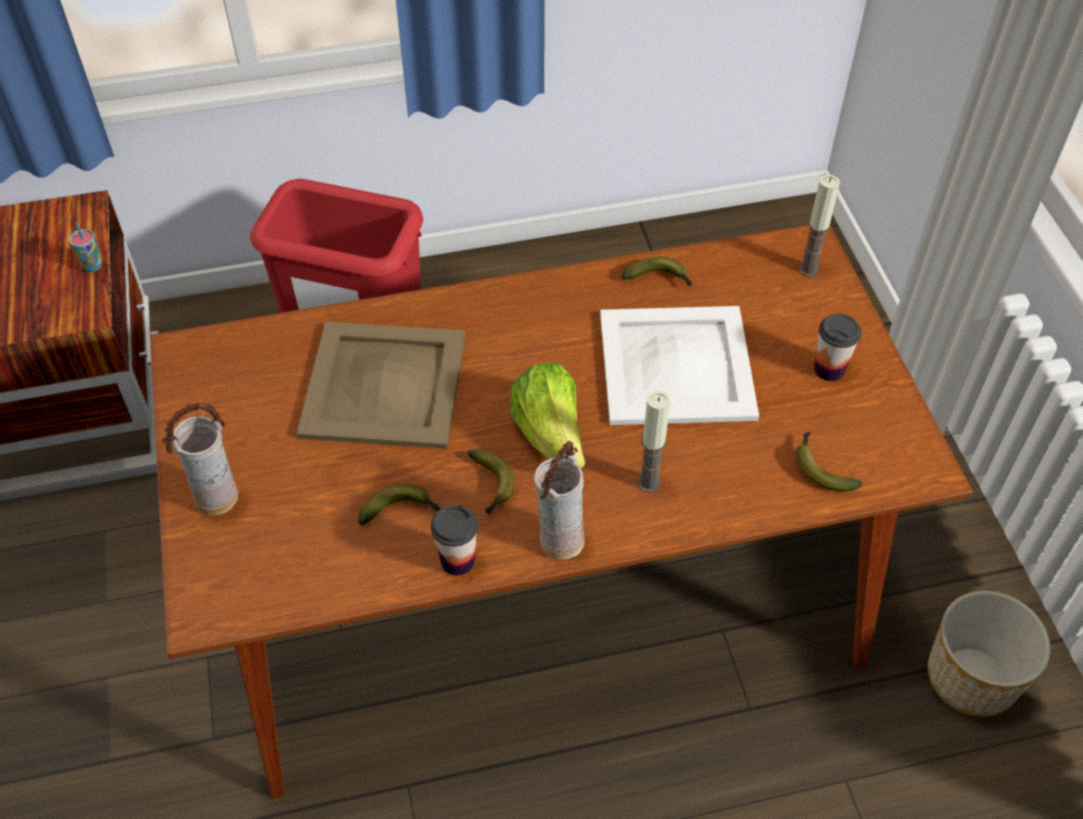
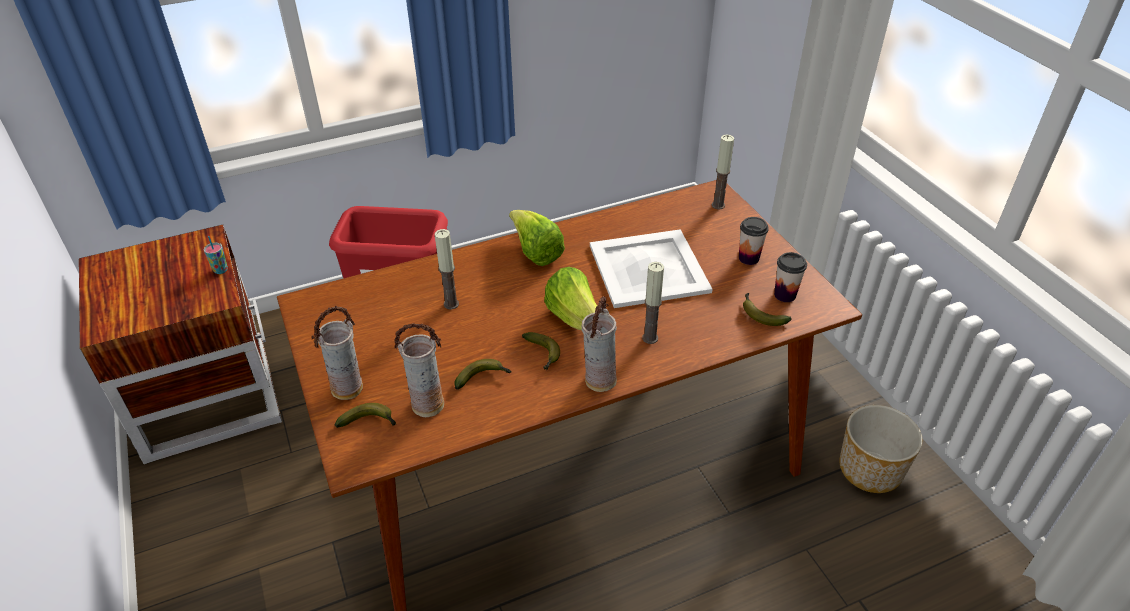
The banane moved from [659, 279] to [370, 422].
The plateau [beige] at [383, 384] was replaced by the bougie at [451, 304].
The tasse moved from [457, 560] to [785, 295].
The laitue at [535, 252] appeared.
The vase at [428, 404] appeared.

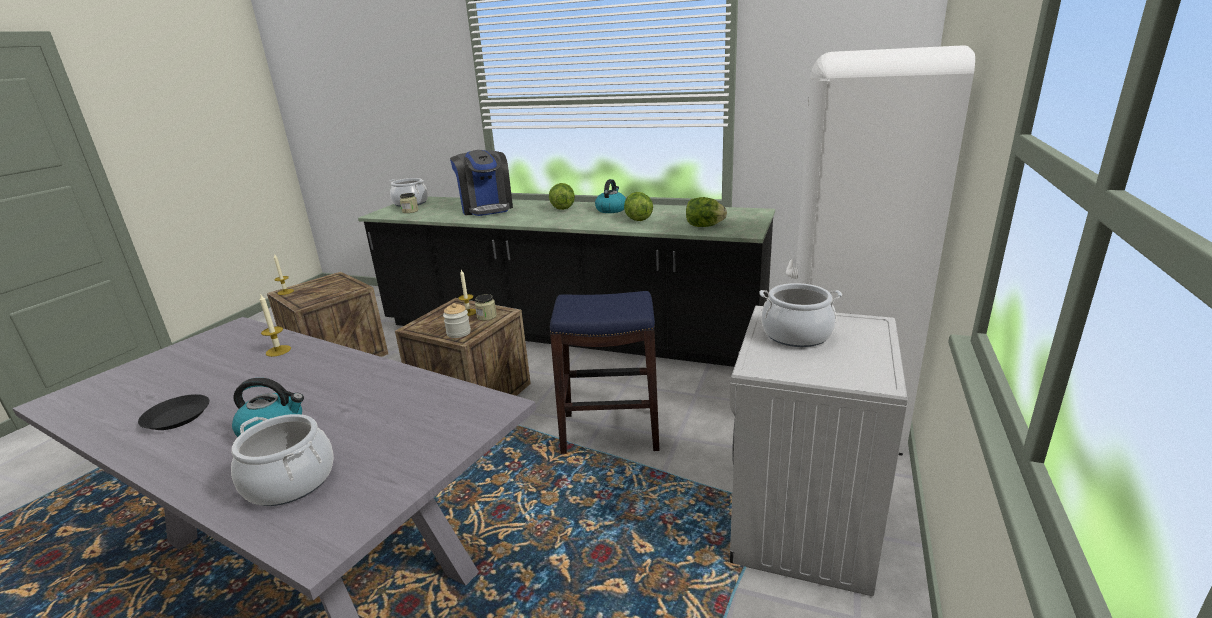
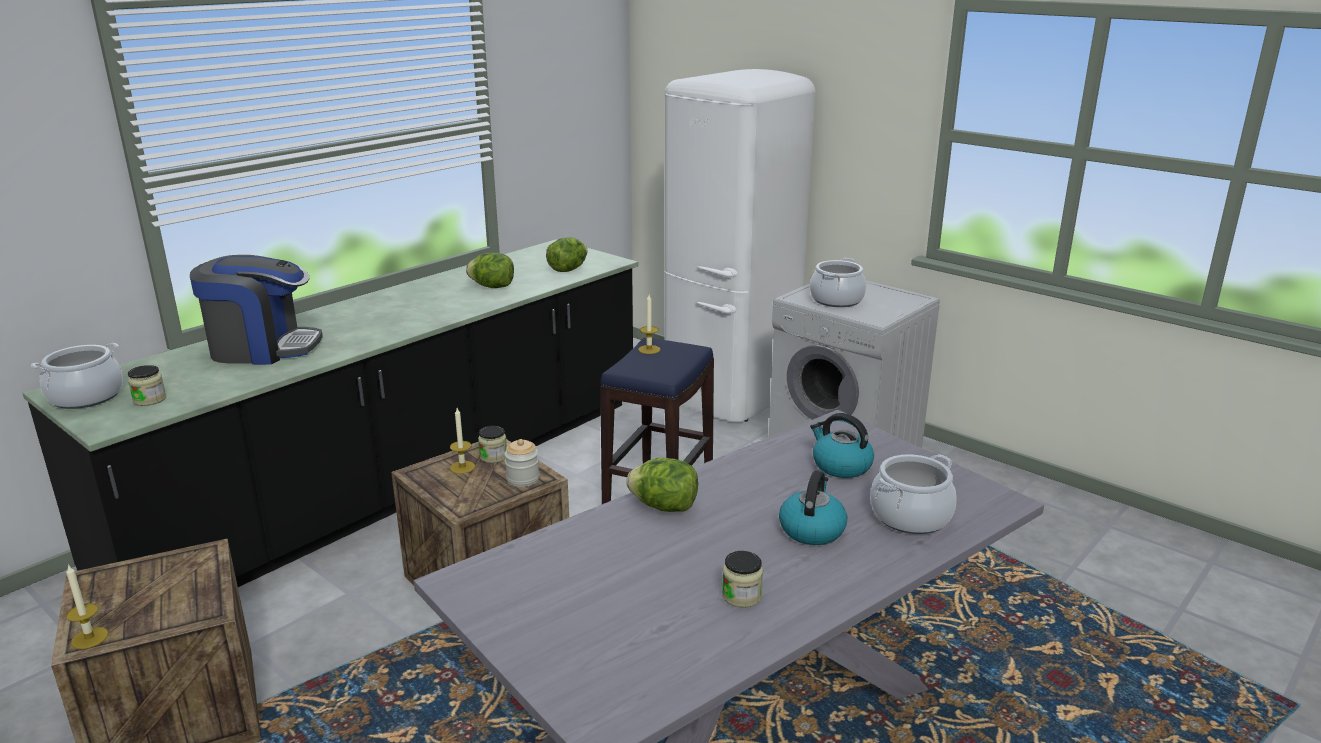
The bouilloire moved from [611, 209] to [840, 466].
The laitue moved from [562, 208] to [664, 507].
The bougie moved from [278, 351] to [649, 349].
The assiette [noir] at [177, 417] was replaced by the bocal at [741, 596].

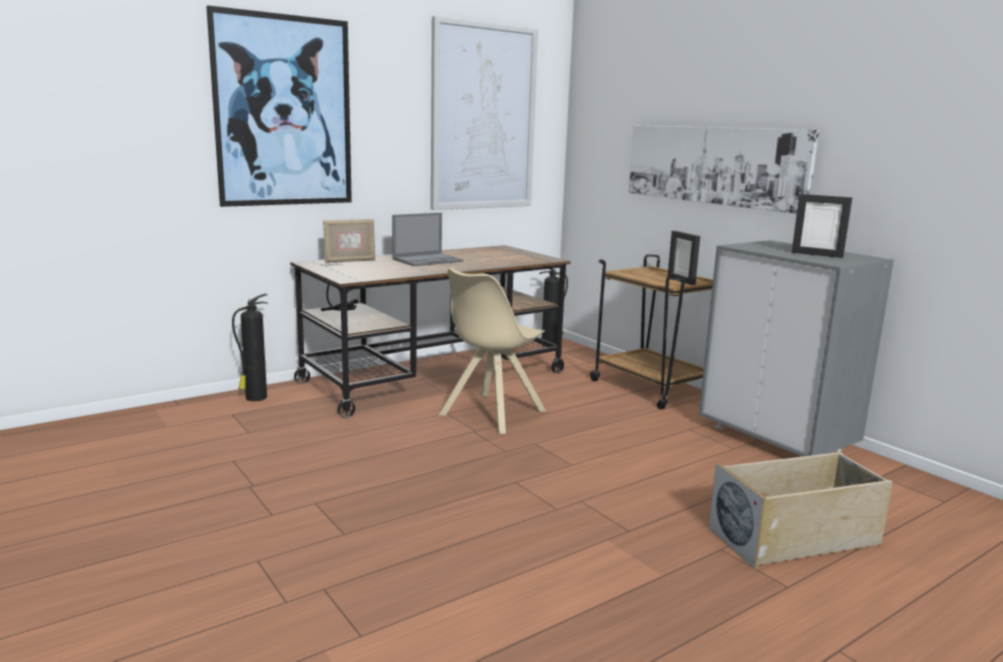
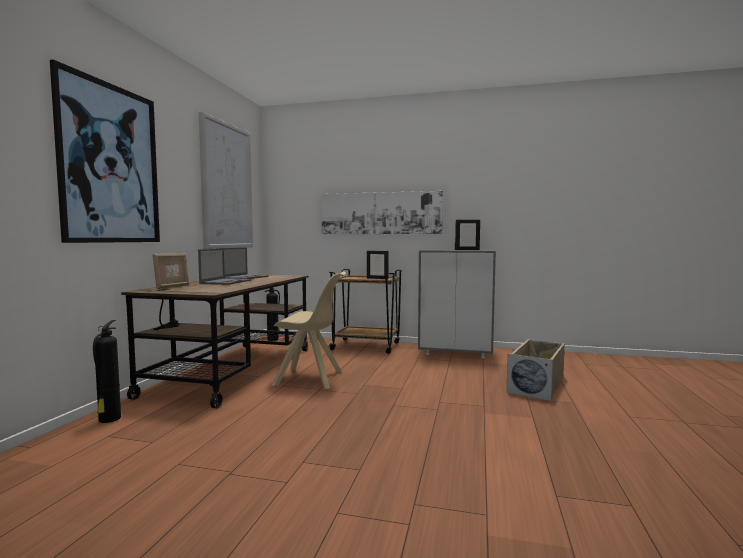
The chaise [beige] at [490, 413] turned 75 degrees counterclockwise.
The ordinateur portable at [245, 277] appeared.

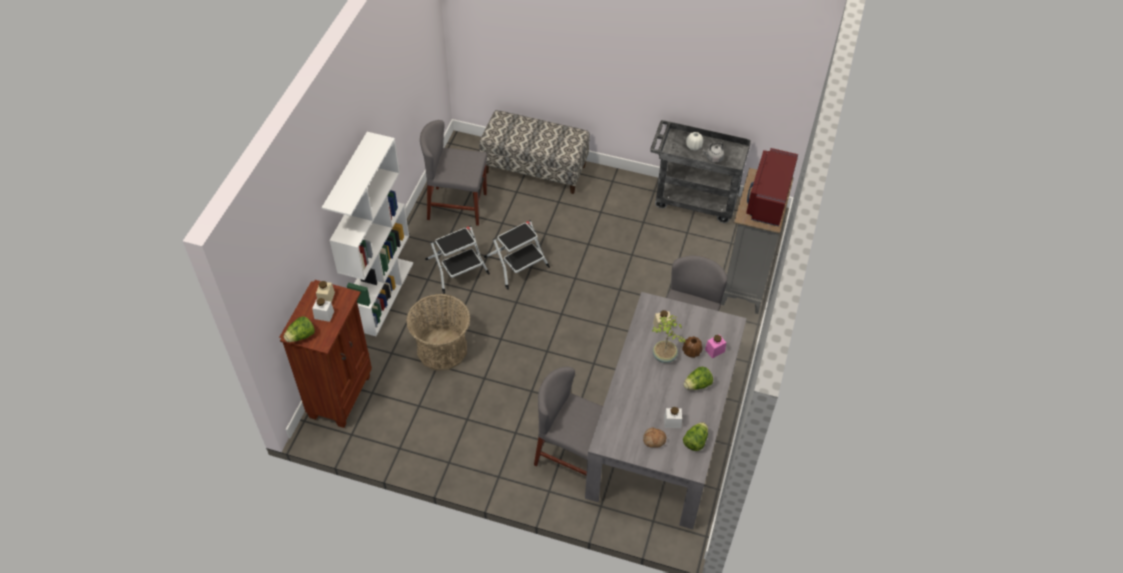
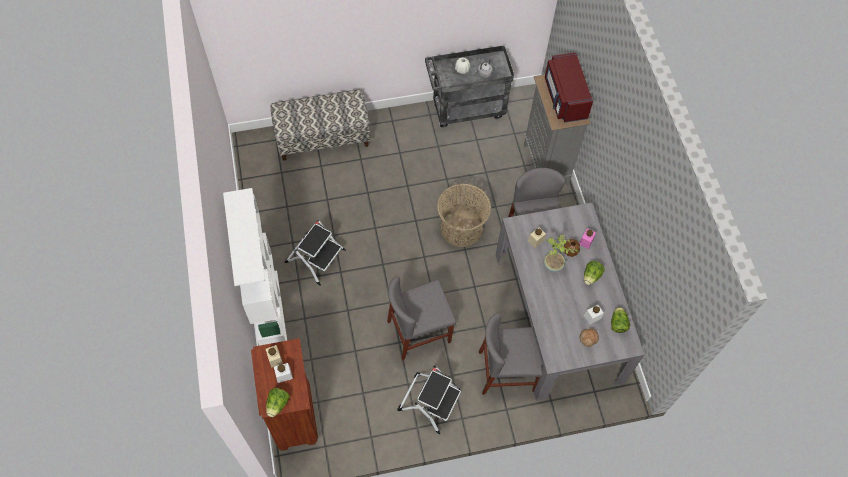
The chaise [gris] moved from [457, 206] to [419, 331].
The escabeau moved from [516, 263] to [430, 402].
The panier moved from [442, 349] to [461, 228].

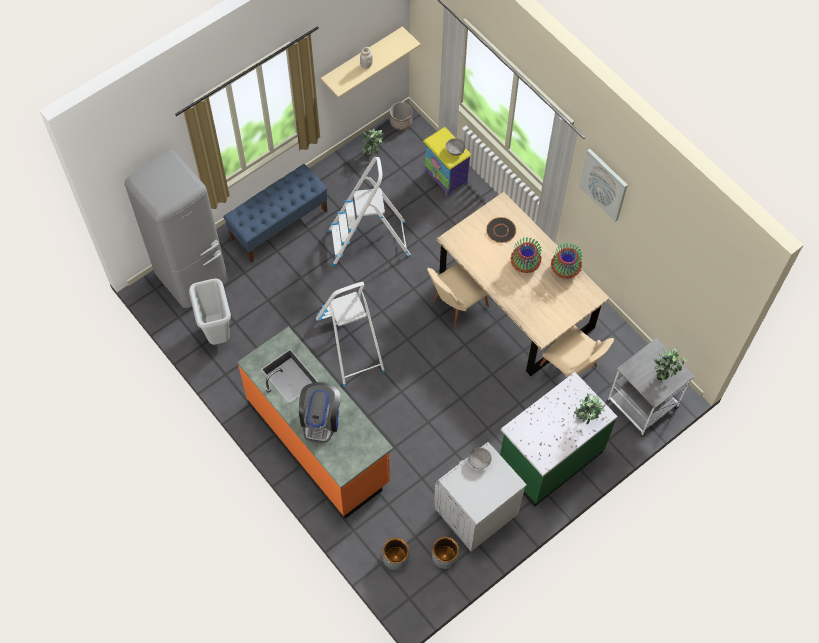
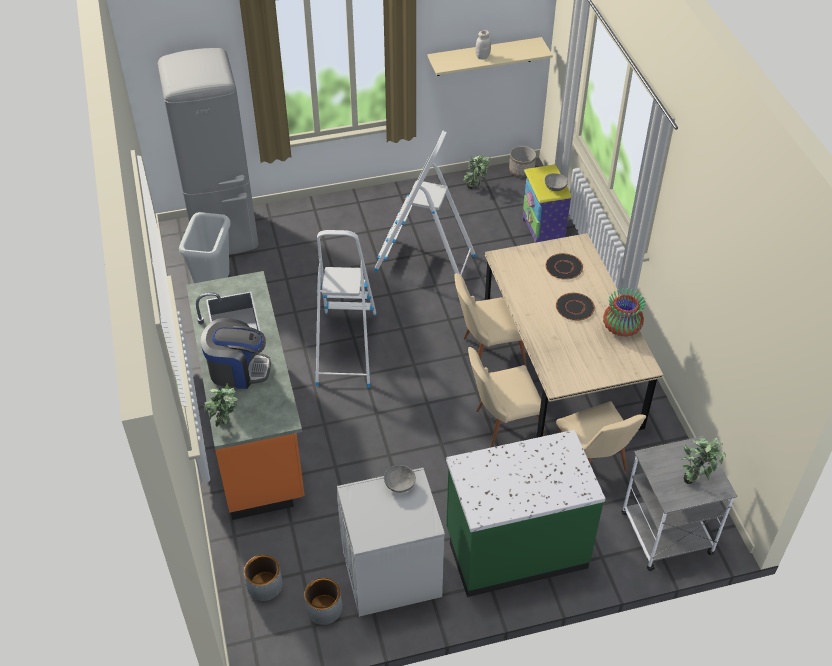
The tableau at [604, 184] disappeared.
The banc [bleu] at [279, 224] disappeared.
The vase at [525, 264] was replaced by the assiette [noir] at [574, 308].
The machine à café at [320, 419] turned 120 degrees counterclockwise.
The plante en pot moved from [586, 419] to [226, 425].
The chaise [beige] at [502, 423] appeared.

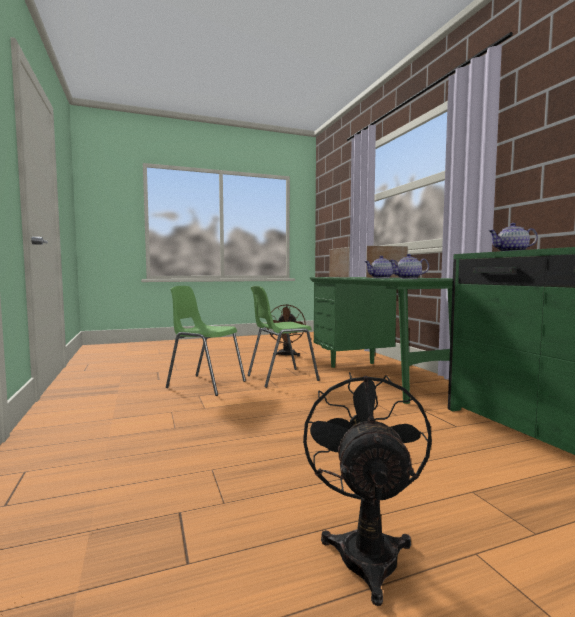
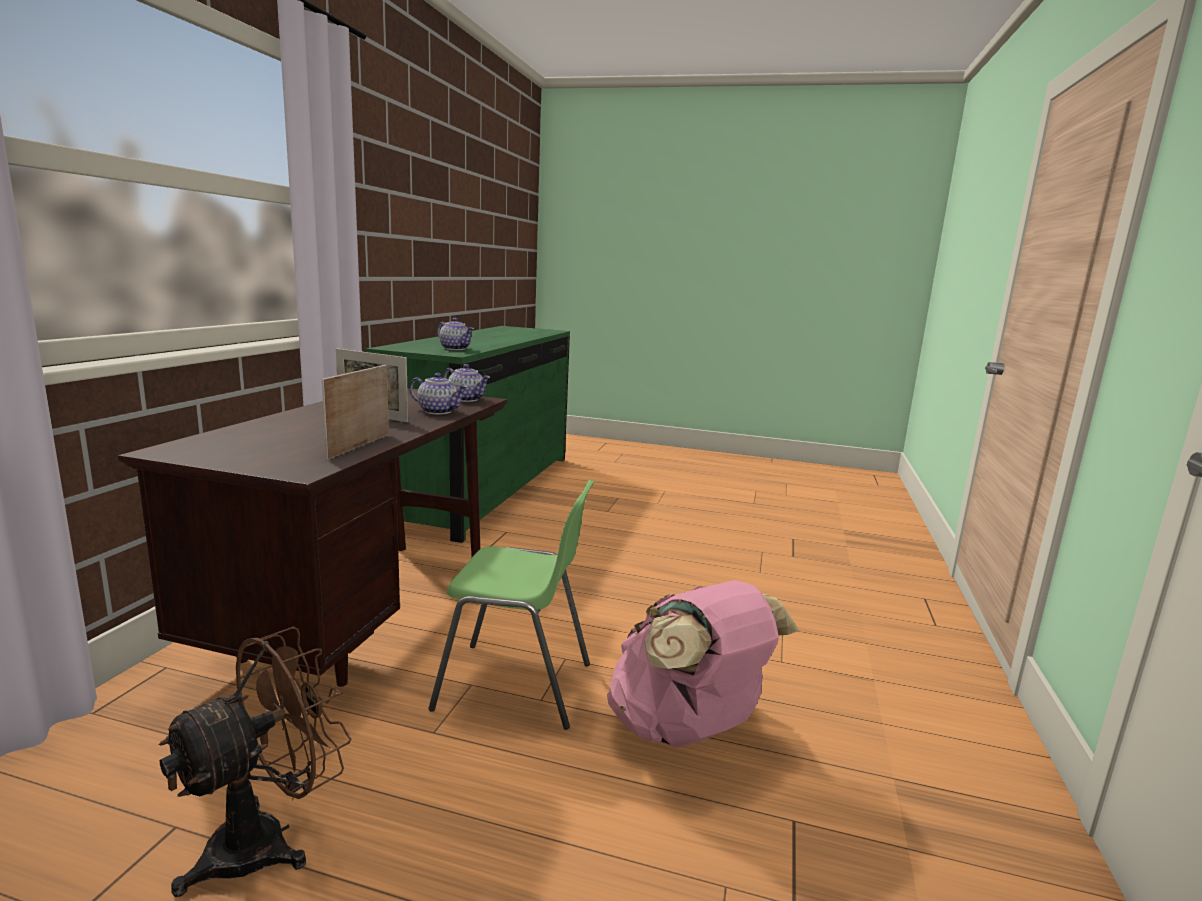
The bureau [vert] at [379, 376] became the bureau [marron] at [363, 614].
The chaise [vert] at [205, 384] was replaced by the sac à dos [rose] at [687, 729].
The ventilateur [noir] at [366, 548] disappeared.

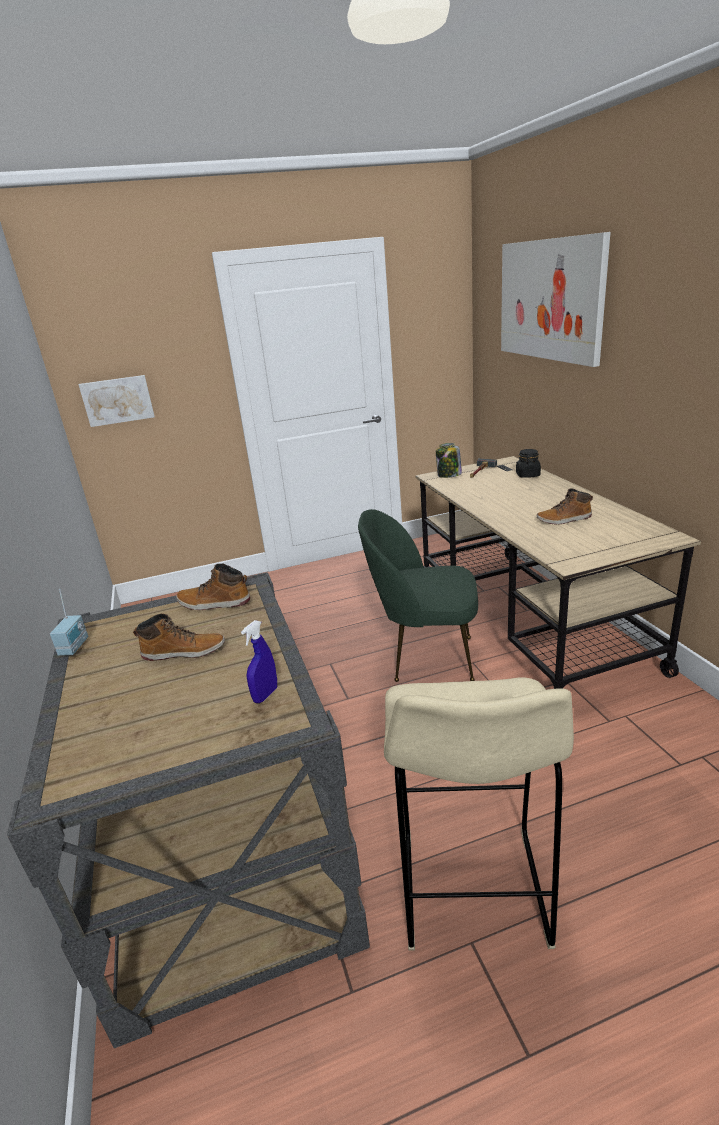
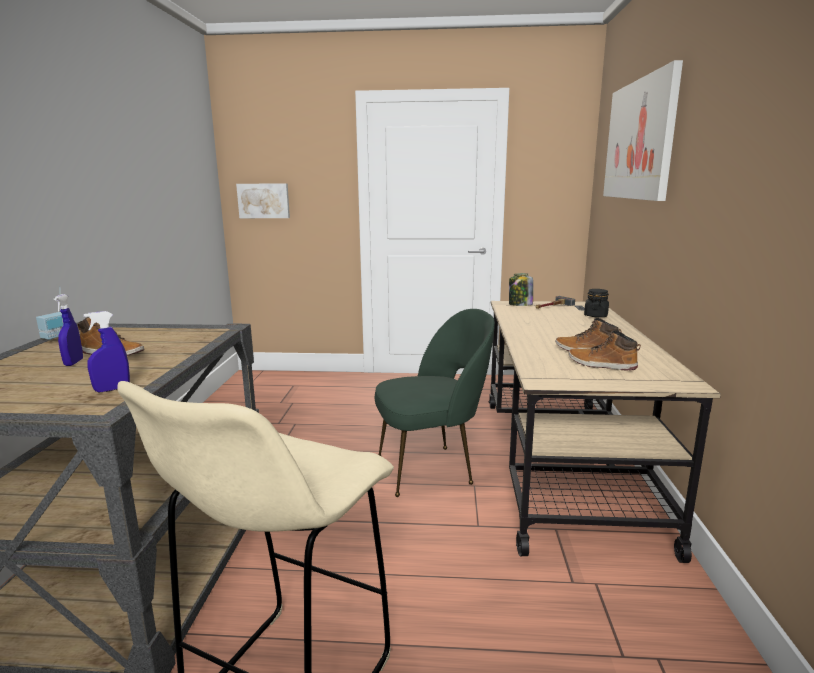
The chaise [vert] at [425, 659] turned 135 degrees clockwise.
The botte moved from [214, 603] to [601, 365].
The vaporisateur [bleu] at [74, 363] appeared.

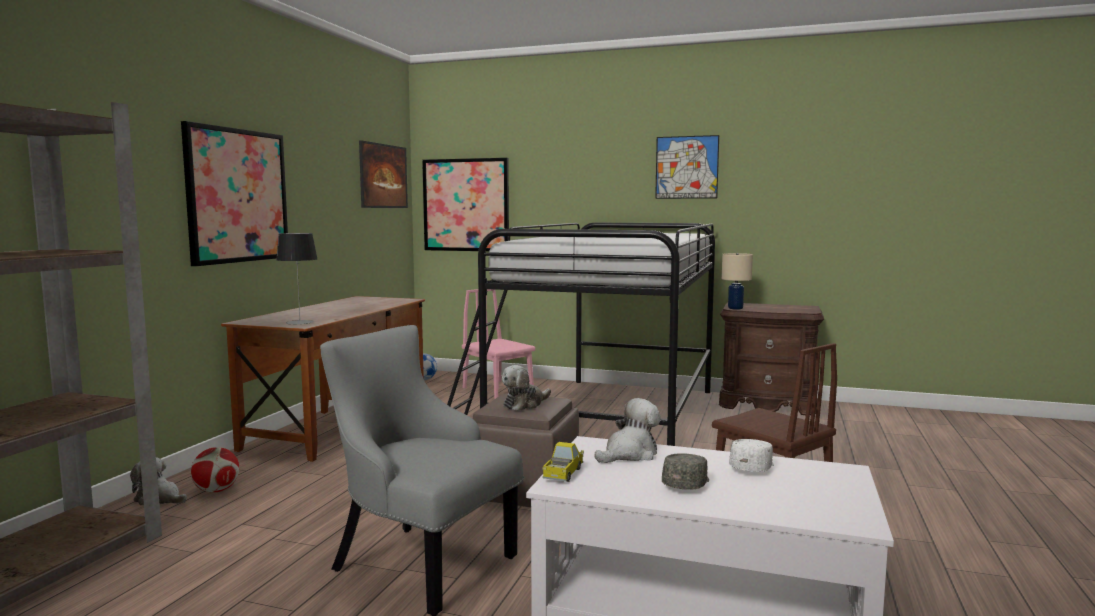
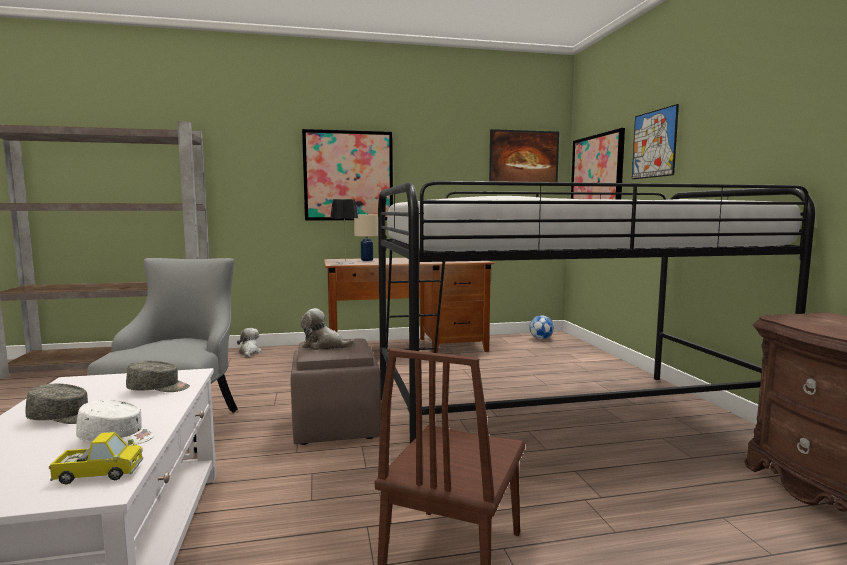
The tableau moved from [686, 167] to [654, 144].
The lampe de table [beige] moved from [736, 308] to [367, 260].
The chaise [rose] at [498, 389] disappeared.
The peluche at [629, 454] was replaced by the casquette [gris] at [158, 389].
The camion jouet moved from [563, 474] to [99, 474].
The ballon de foot at [216, 490] disappeared.

